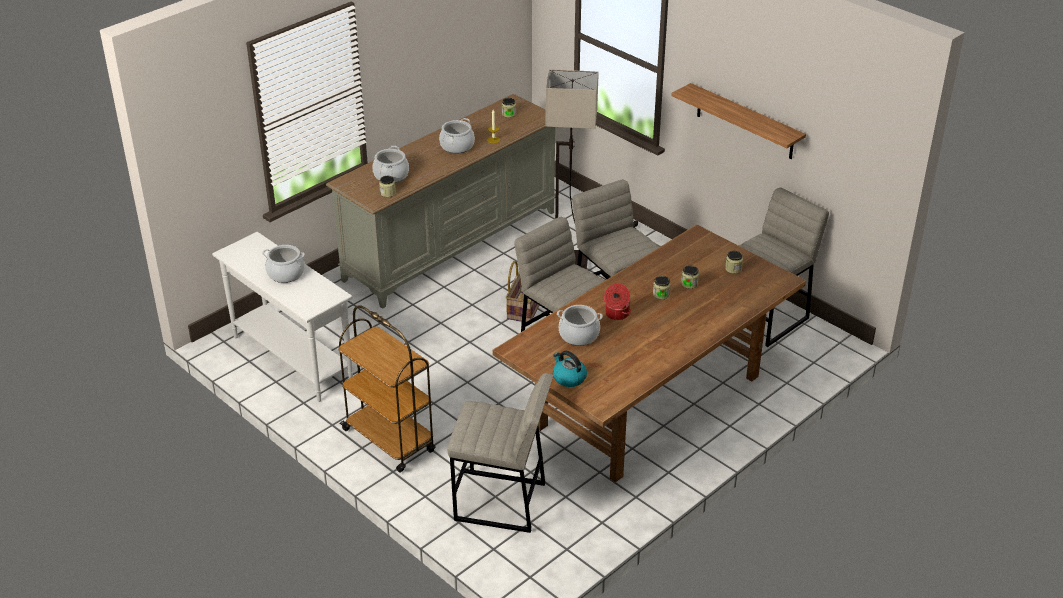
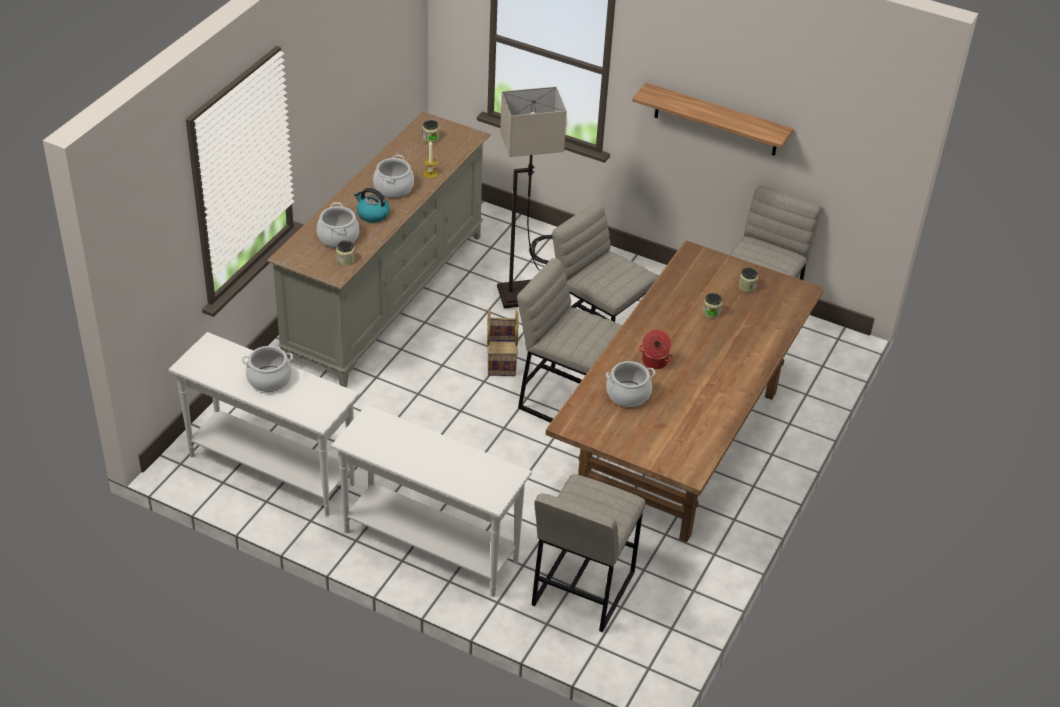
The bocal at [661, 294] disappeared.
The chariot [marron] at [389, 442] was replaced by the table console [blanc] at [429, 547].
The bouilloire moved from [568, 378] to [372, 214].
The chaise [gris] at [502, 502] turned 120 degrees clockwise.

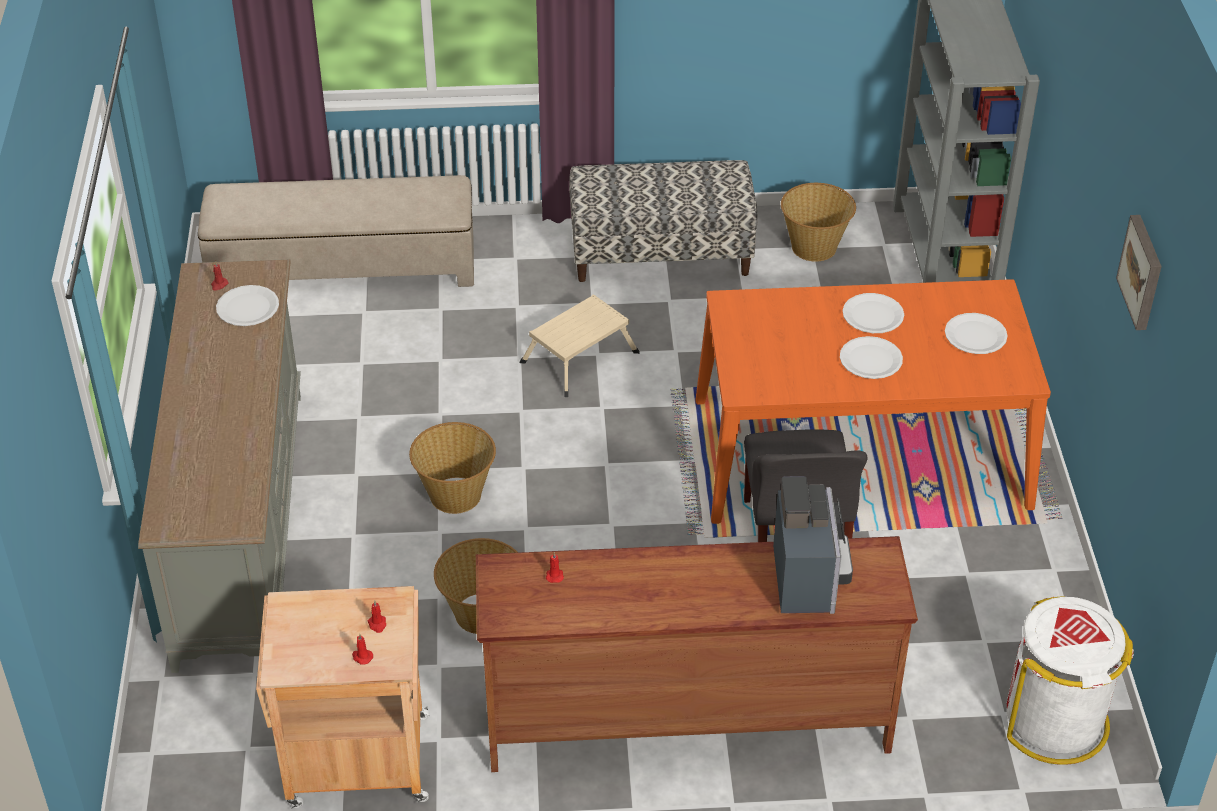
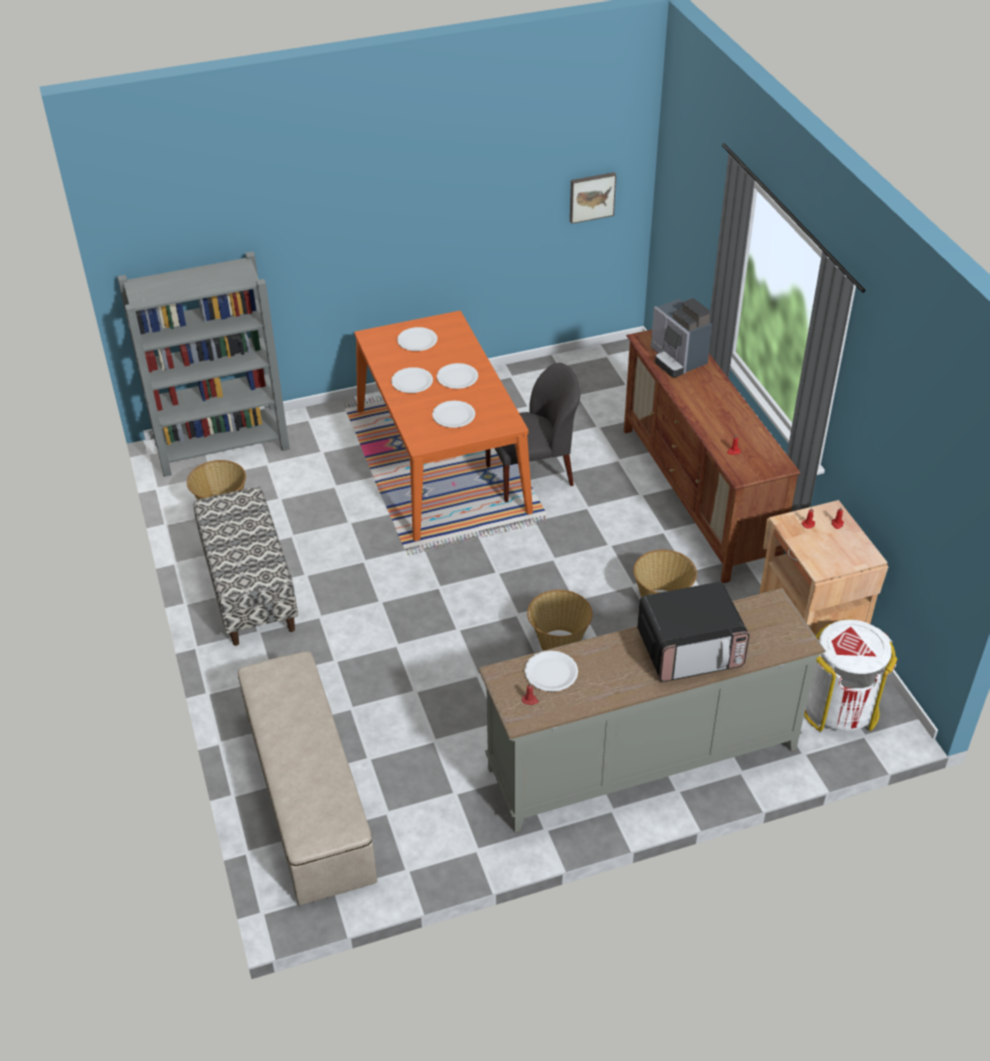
The tableau moved from [1143, 272] to [591, 196].
The escabeau [beige] at [580, 357] disappeared.
The machine à café at [809, 577] turned 105 degrees counterclockwise.
The poubelle [blanc] moved from [1055, 721] to [839, 707].
The assiette [blanc] at [453, 415] appeared.
The micro-ondes at [690, 650] appeared.

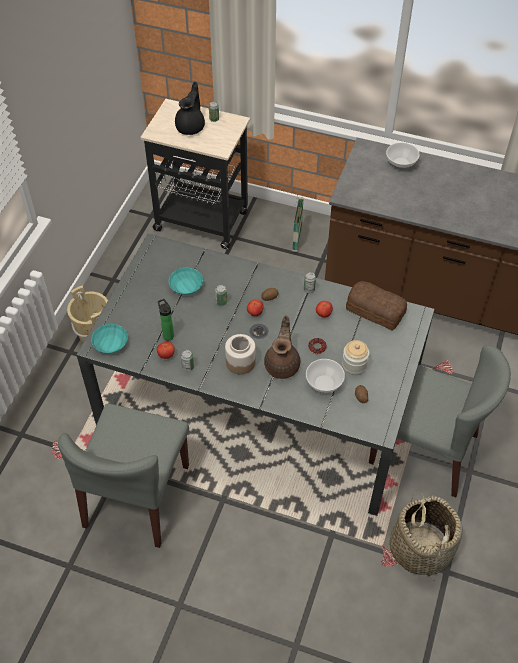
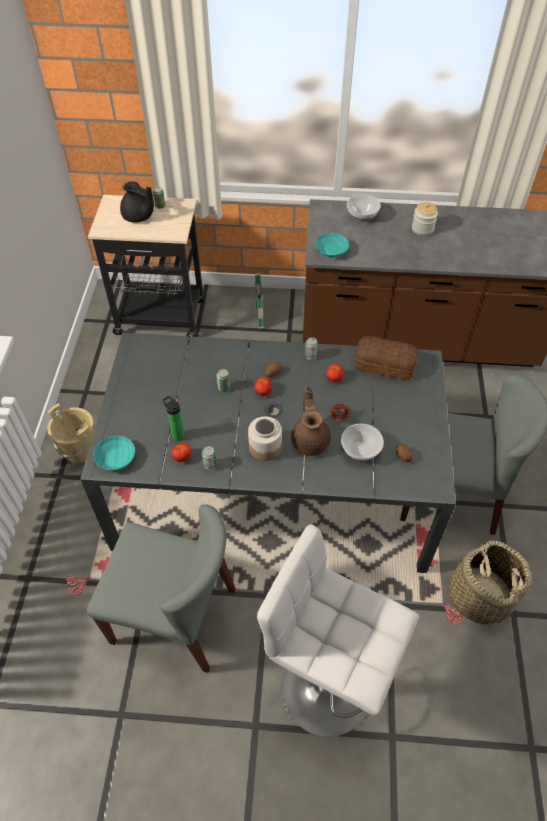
The théière [noir] at [191, 127] turned 120 degrees clockwise.
The bol [turquoise] moved from [185, 285] to [330, 250].
The bocal moved from [354, 365] to [422, 229].
The chaise [gris] at [137, 496] turned 75 degrees counterclockwise.
The tabouret [blanc] at [325, 687] appeared.

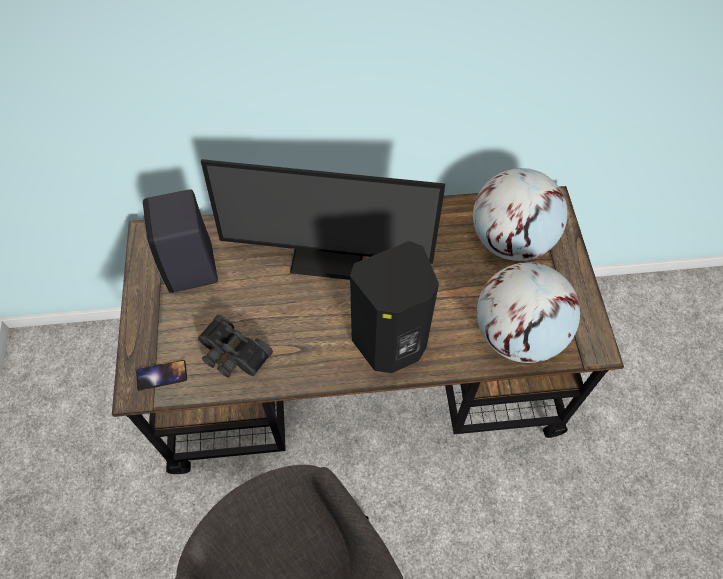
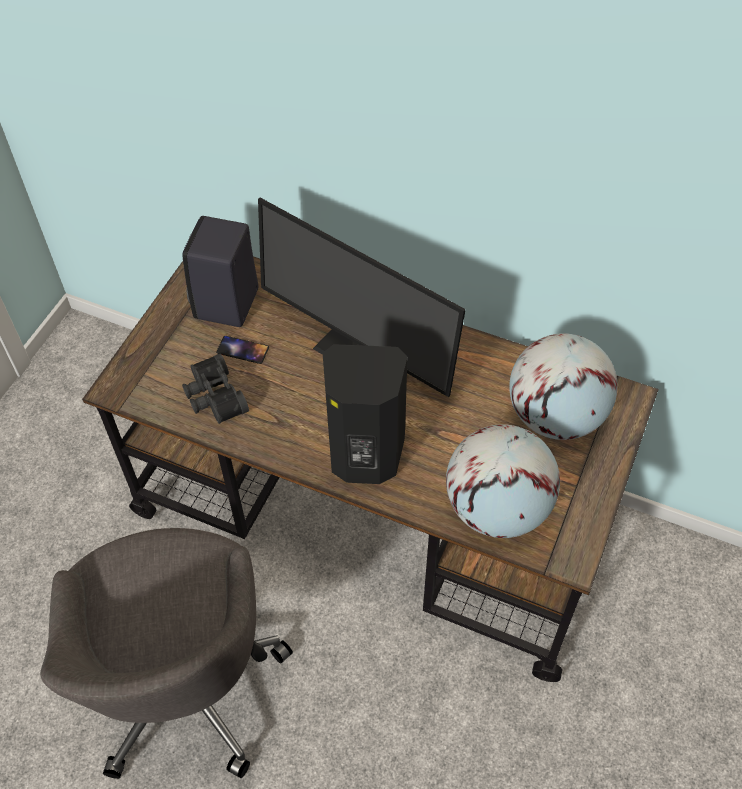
The téléphone moved from [162, 375] to [242, 350].

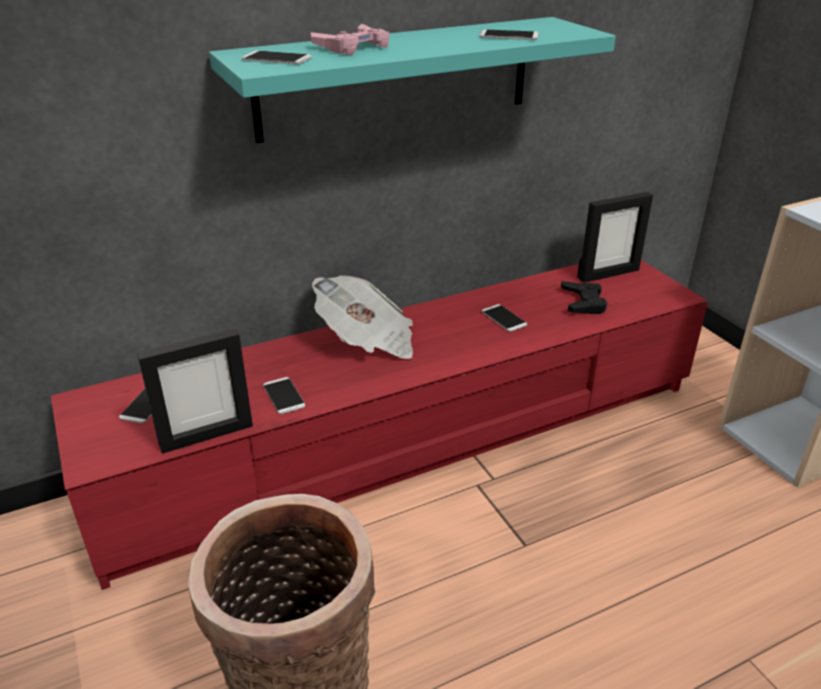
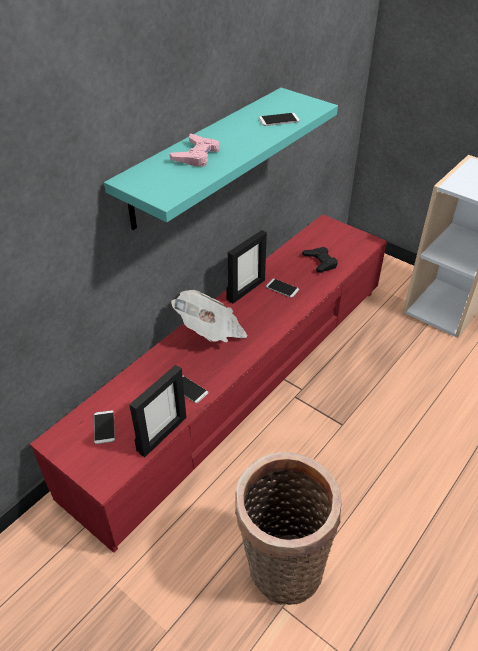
The téléphone at [277, 59] disappeared.
The cadre photo moved from [608, 274] to [246, 290].

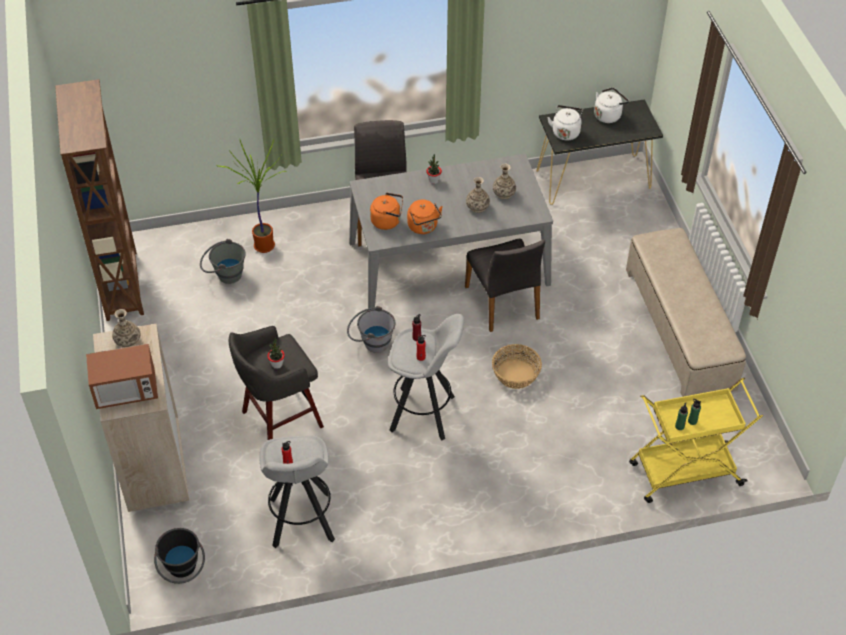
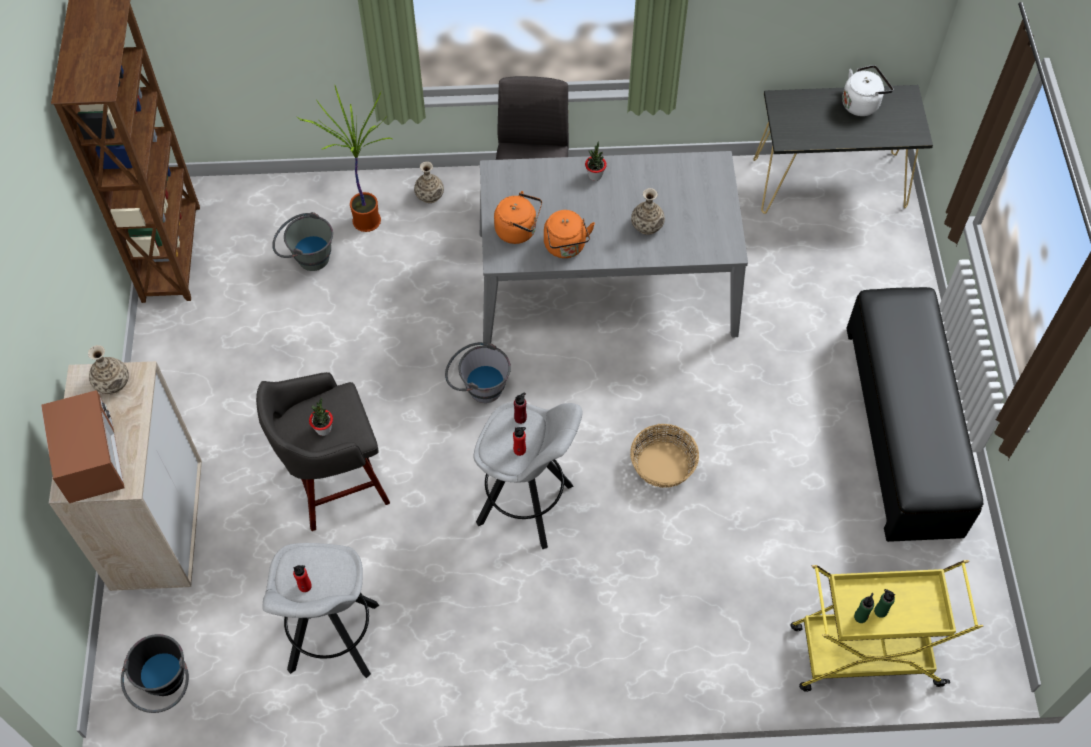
The bouilloire [blanc] at [565, 132] disappeared.
The vase moved from [504, 193] to [429, 195].
The banc [beige] at [680, 328] became the banc [noir] at [903, 429].
The chaise [gris] at [503, 303] disappeared.
The micro-ondes at [126, 391] turned 105 degrees counterclockwise.

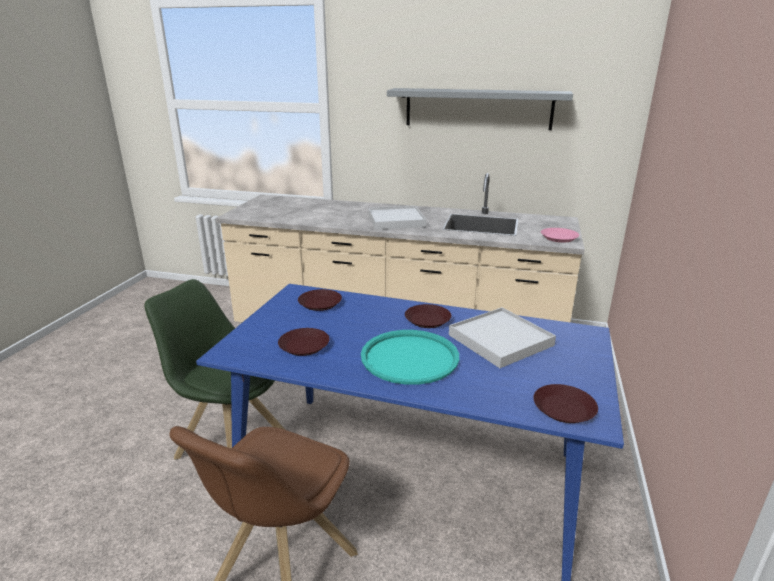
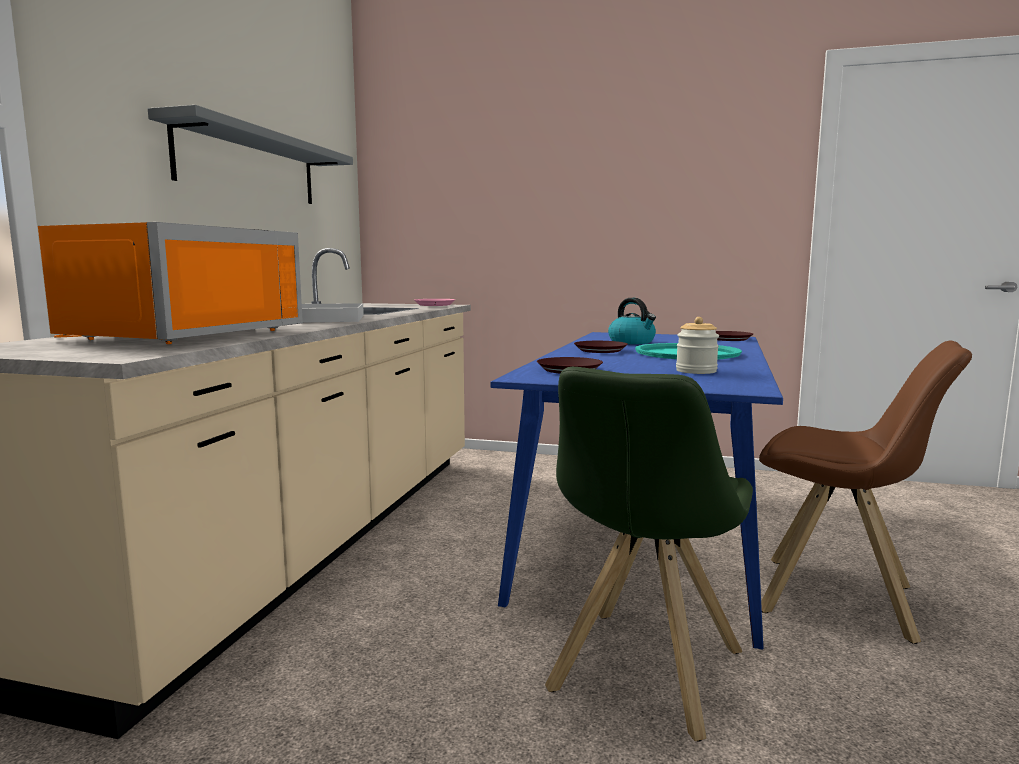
The plateau [blanc] at [500, 340] was replaced by the bouilloire at [632, 342].
The assiette [marron] at [304, 346] was replaced by the bocal at [696, 371].
The micro-ondes [orange] at [177, 334] appeared.

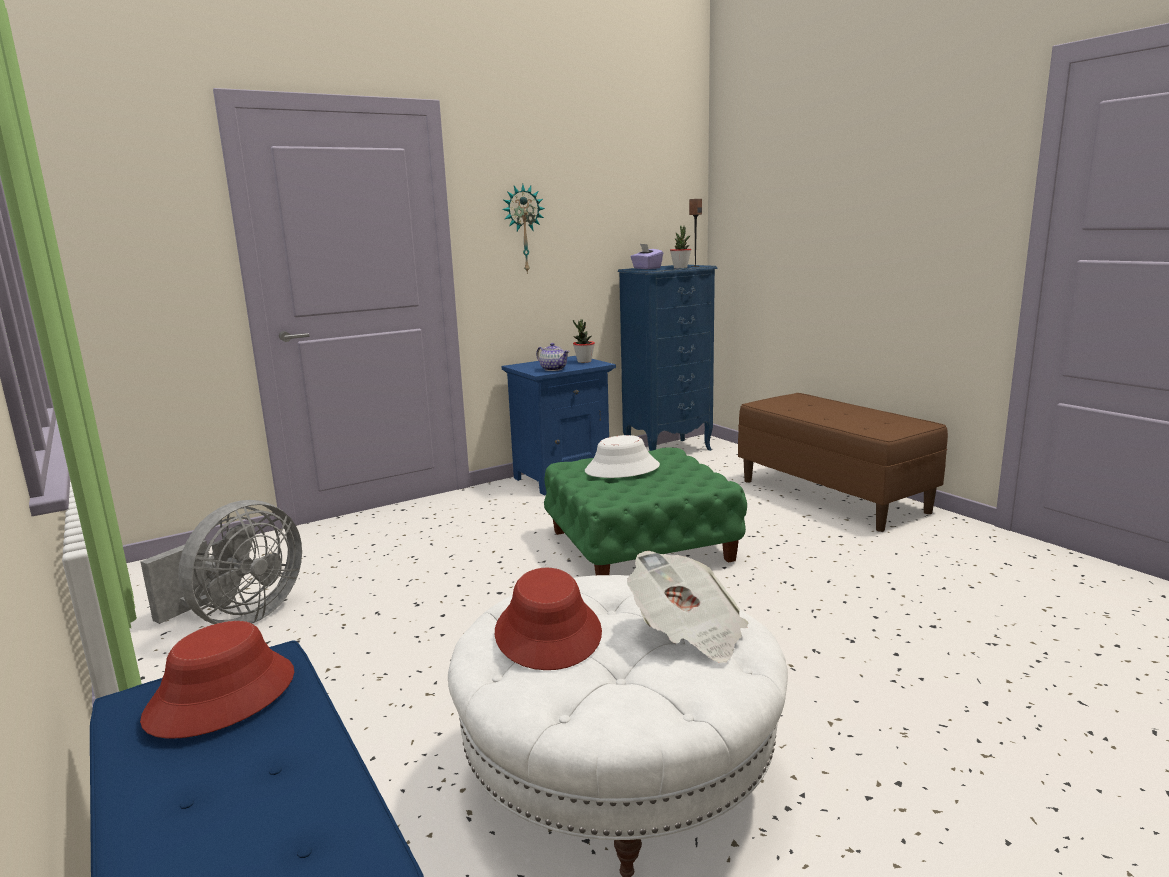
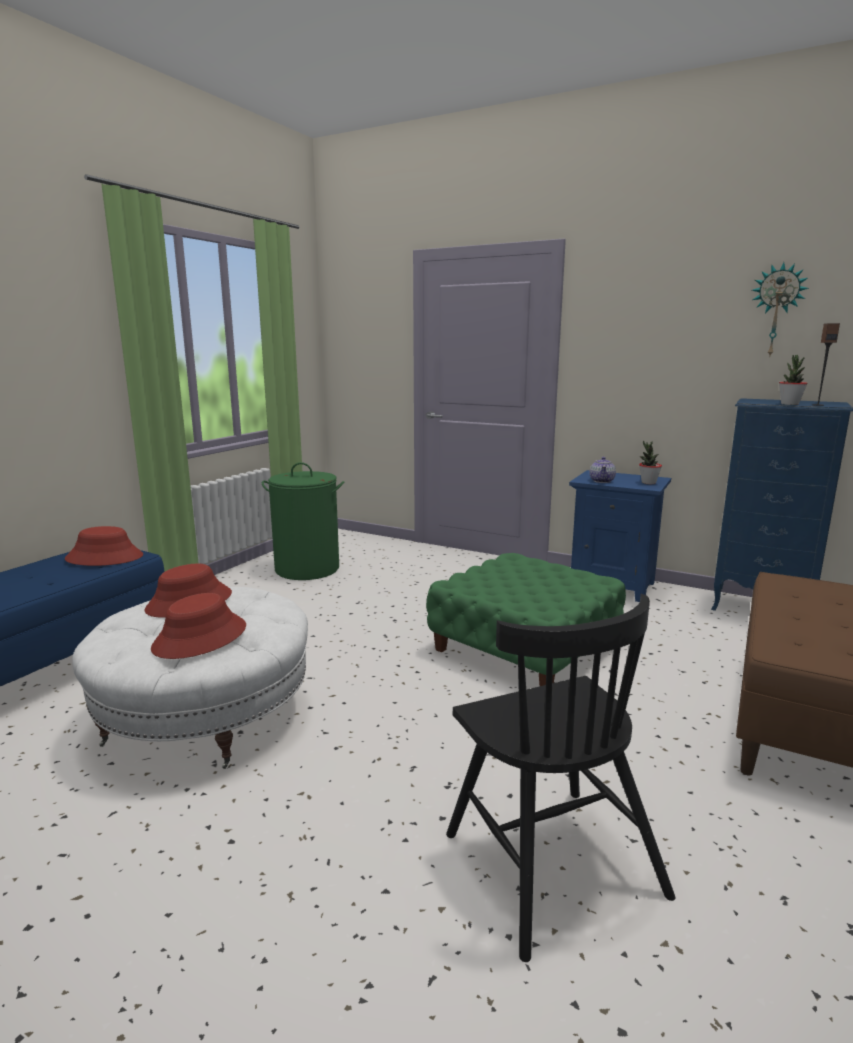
The horloge murale moved from [523, 229] to [776, 310].
The boîte à mouchoirs [violet] at [646, 268] disappeared.
The chapeau [blanc] at [622, 469] disappeared.
The ventilateur [gris] at [239, 617] was replaced by the panier à linge [vert] at [307, 569].
The journal at [688, 633] was replaced by the chapeau [rouge] at [200, 638].
The chaise [noir] at [546, 854] appeared.

